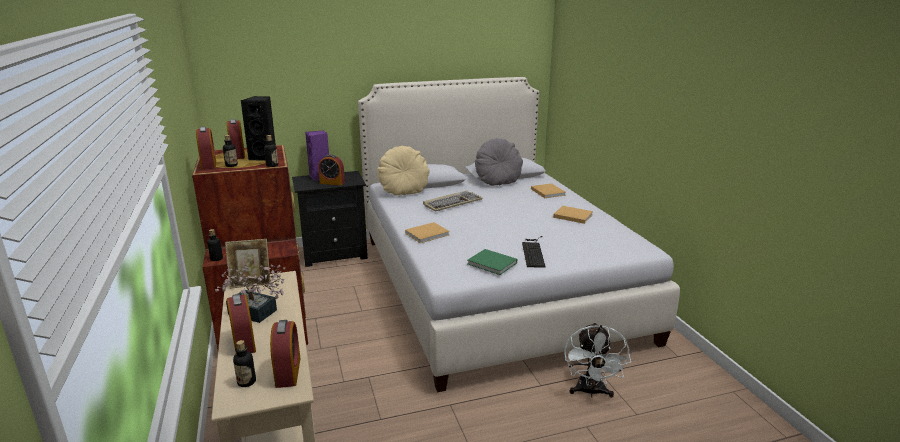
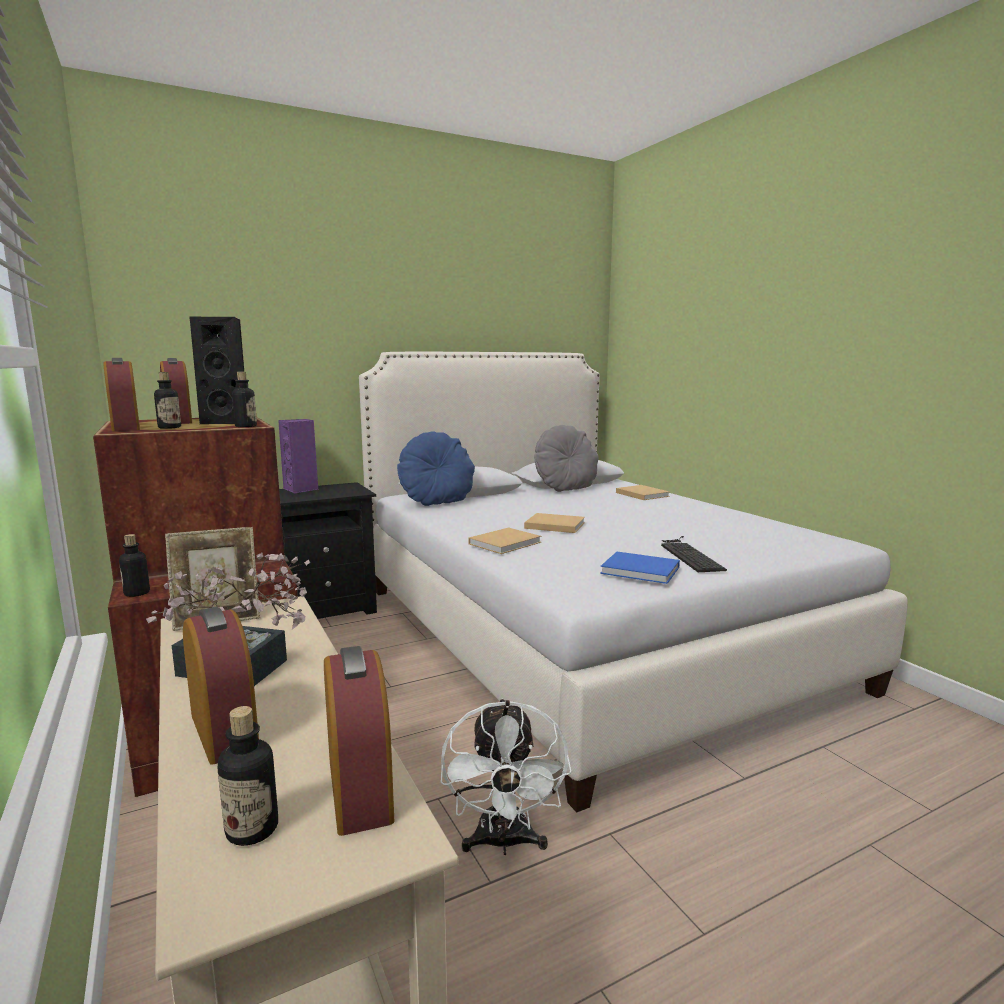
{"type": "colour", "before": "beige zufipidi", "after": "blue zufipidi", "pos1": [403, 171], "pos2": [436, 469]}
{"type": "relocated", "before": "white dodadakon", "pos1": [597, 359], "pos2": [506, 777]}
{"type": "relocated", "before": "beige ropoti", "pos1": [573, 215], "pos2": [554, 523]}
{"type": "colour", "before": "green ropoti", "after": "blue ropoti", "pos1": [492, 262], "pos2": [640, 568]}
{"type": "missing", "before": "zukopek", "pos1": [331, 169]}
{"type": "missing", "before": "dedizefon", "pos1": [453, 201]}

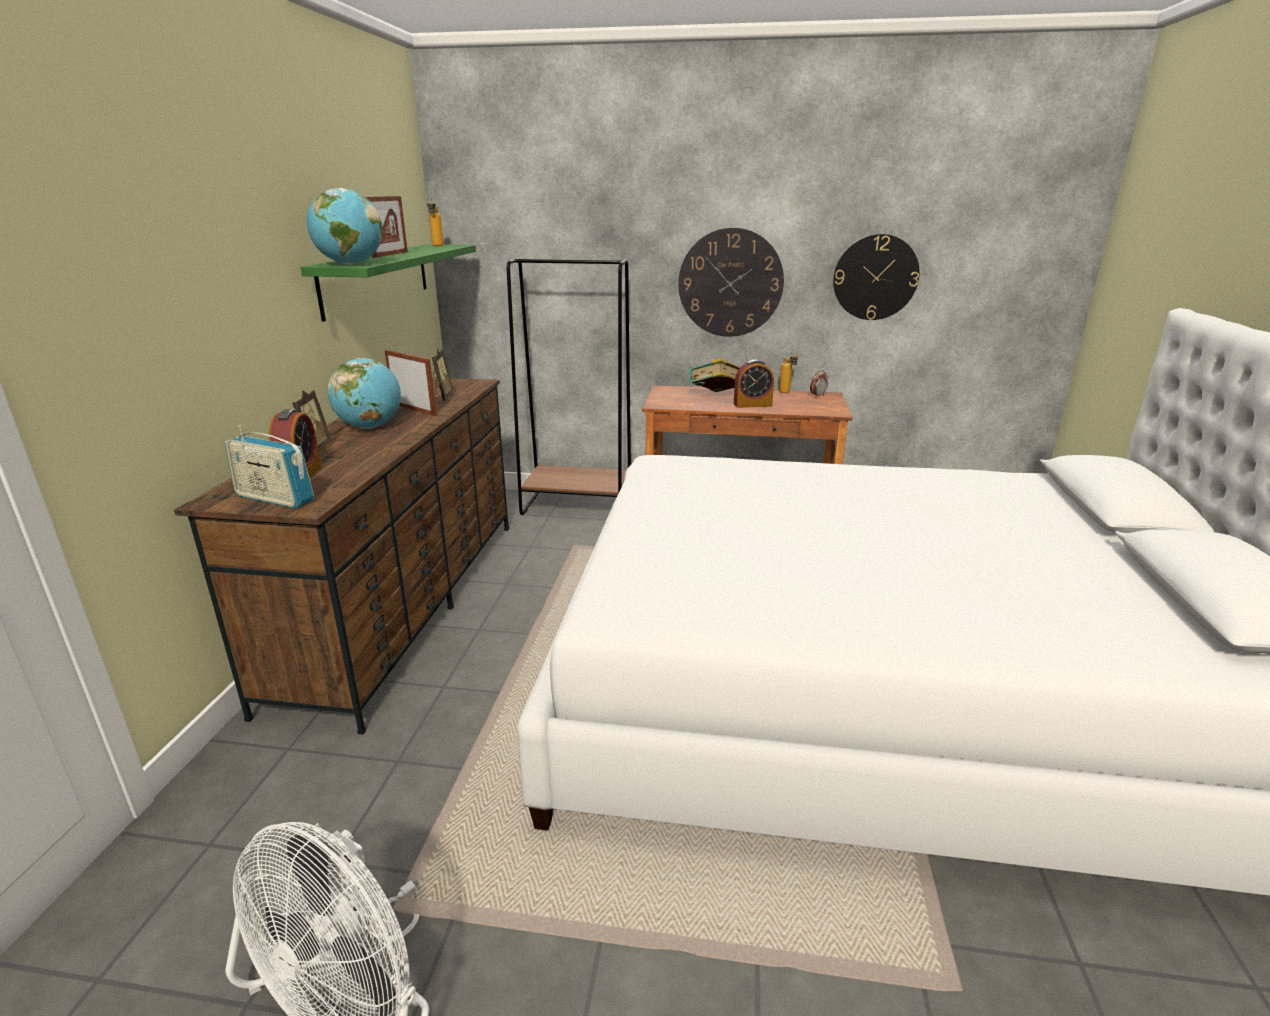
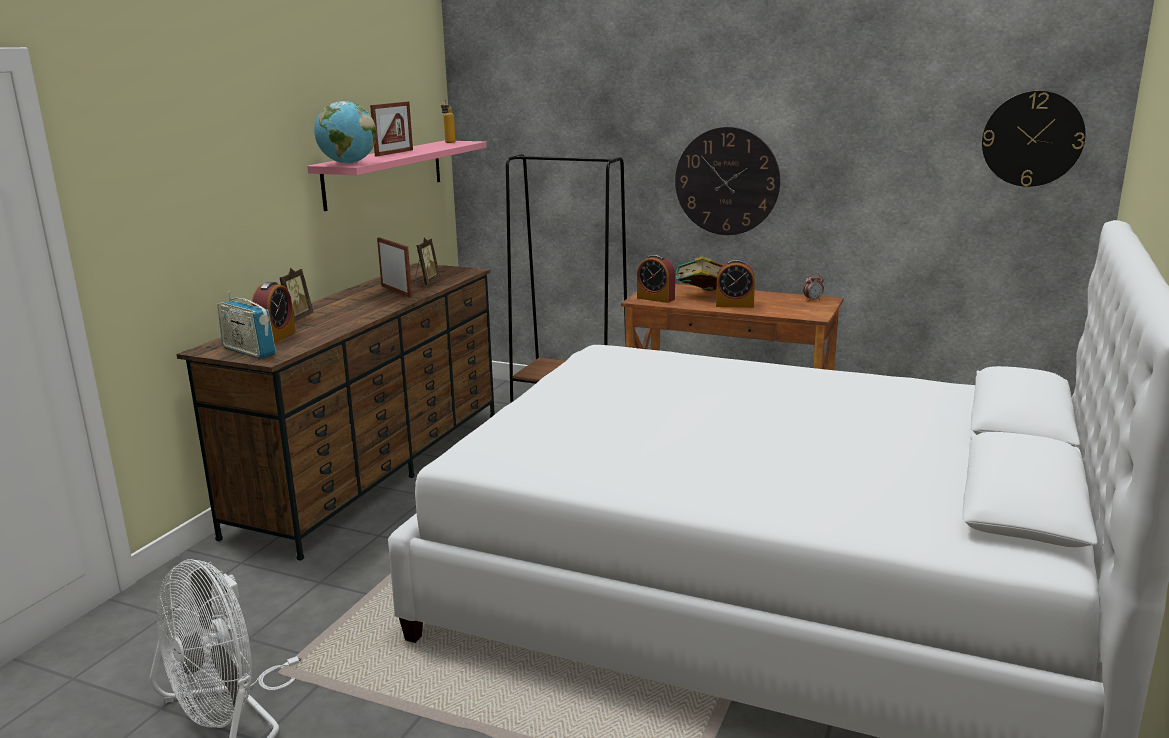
{"type": "colour", "before": "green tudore", "after": "pink tudore", "pos1": [388, 283], "pos2": [397, 175]}
{"type": "appeared", "after": "zukopek", "pos2": [656, 278]}
{"type": "relocated", "before": "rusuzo", "pos1": [876, 277], "pos2": [1034, 139]}
{"type": "missing", "before": "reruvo", "pos1": [364, 393]}
{"type": "missing", "before": "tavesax", "pos1": [788, 372]}

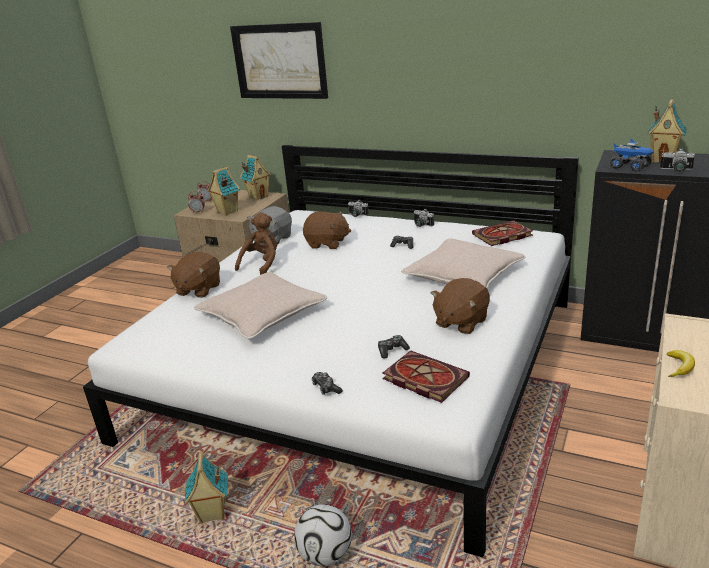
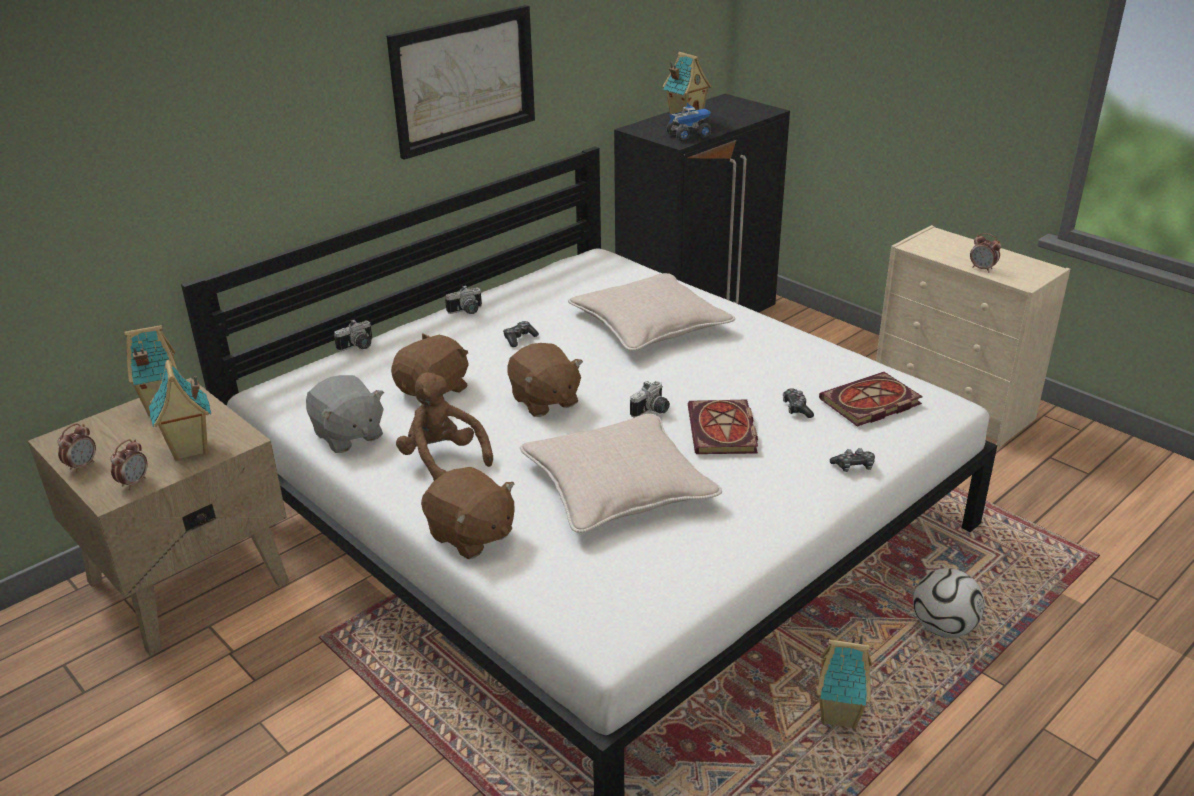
{"type": "relocated", "before": "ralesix", "pos1": [279, 60], "pos2": [461, 82]}
{"type": "relocated", "before": "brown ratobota", "pos1": [460, 306], "pos2": [545, 380]}
{"type": "relocated", "before": "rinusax", "pos1": [677, 160], "pos2": [650, 399]}
{"type": "relocated", "before": "ropoti", "pos1": [502, 233], "pos2": [723, 426]}
{"type": "exchanged", "before": "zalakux", "after": "zukopek", "pos1": [681, 363], "pos2": [985, 253]}

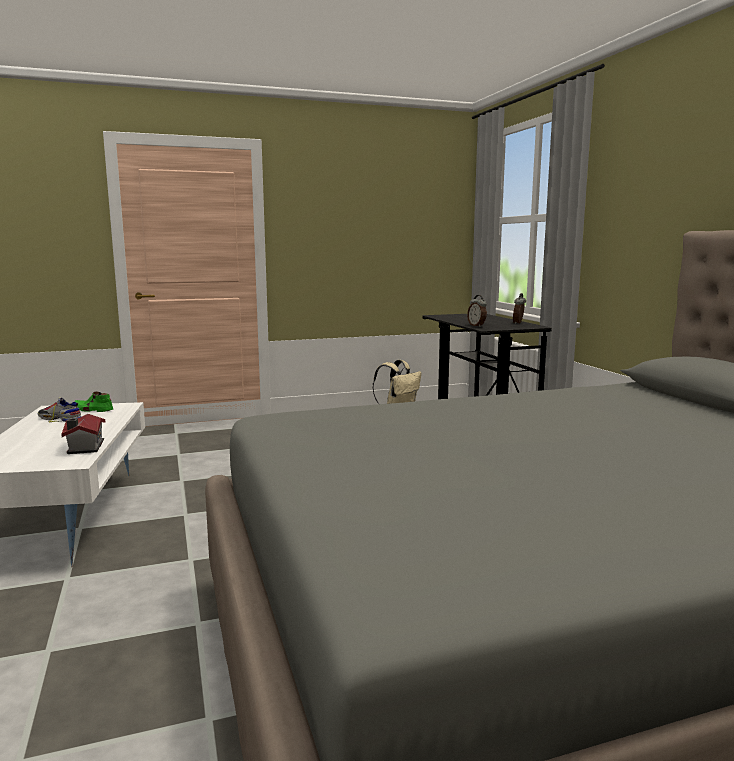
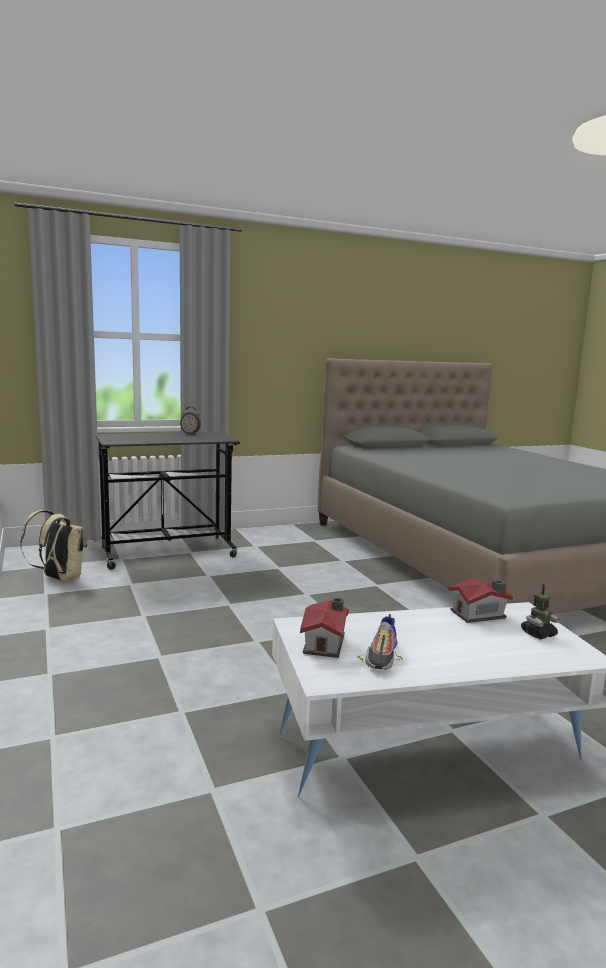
{"type": "exchanged", "before": "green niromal", "after": "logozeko", "pos1": [93, 401], "pos2": [324, 628]}
{"type": "appeared", "after": "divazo", "pos2": [540, 611]}
{"type": "missing", "before": "zukopek", "pos1": [477, 311]}

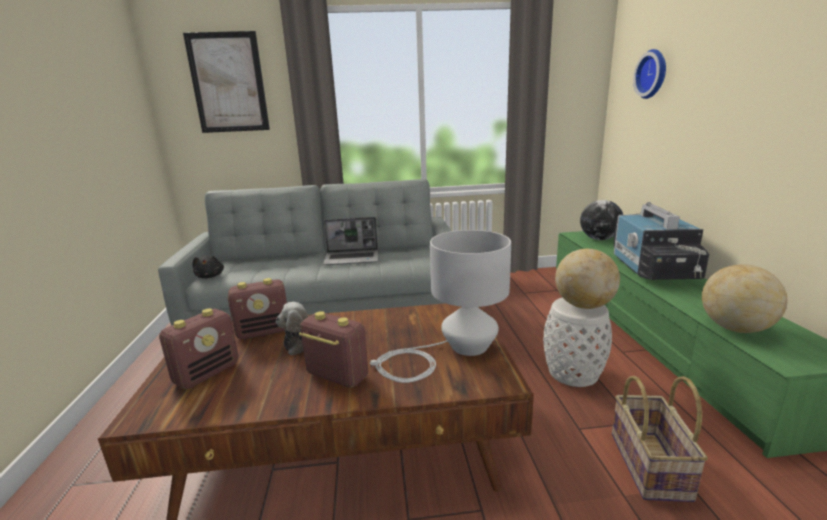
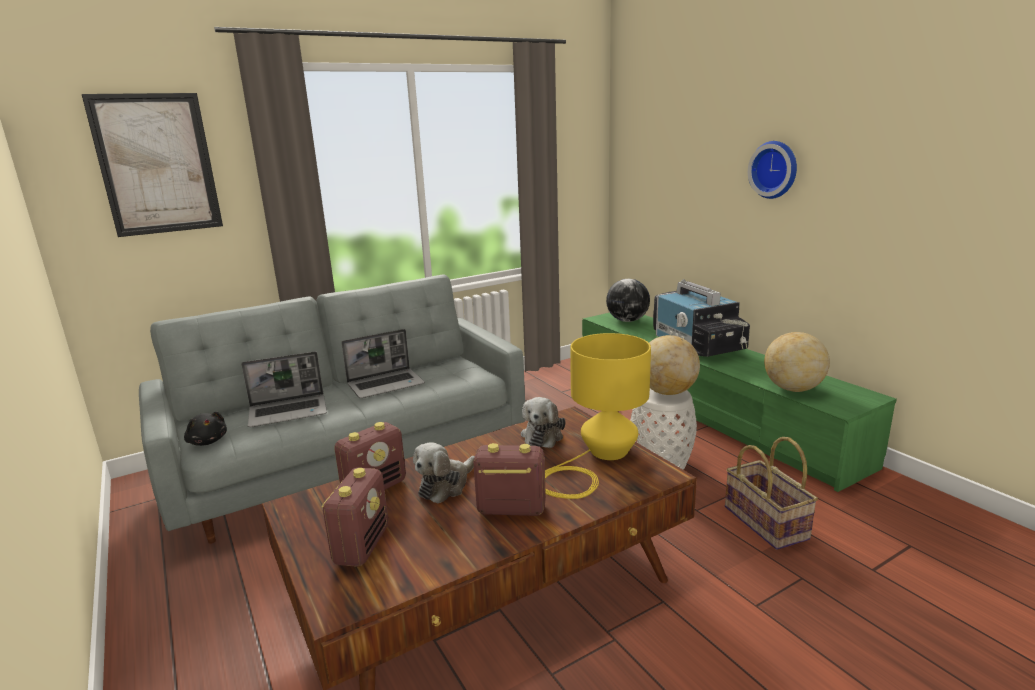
{"type": "appeared", "after": "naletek", "pos2": [284, 389]}
{"type": "appeared", "after": "ratobota", "pos2": [543, 422]}
{"type": "colour", "before": "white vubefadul", "after": "yellow vubefadul", "pos1": [440, 306], "pos2": [598, 416]}
{"type": "relocated", "before": "rusuzo", "pos1": [649, 74], "pos2": [772, 170]}

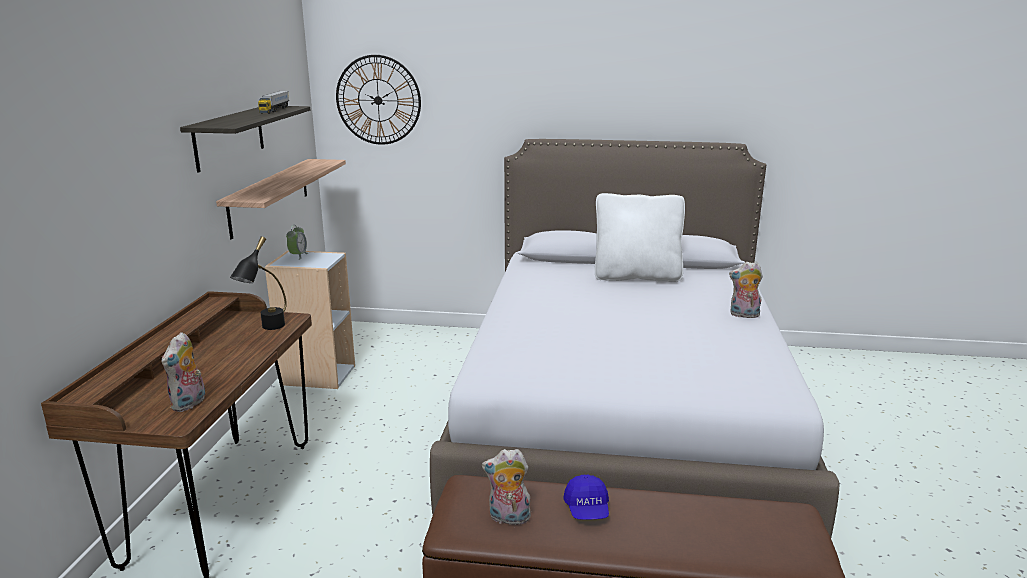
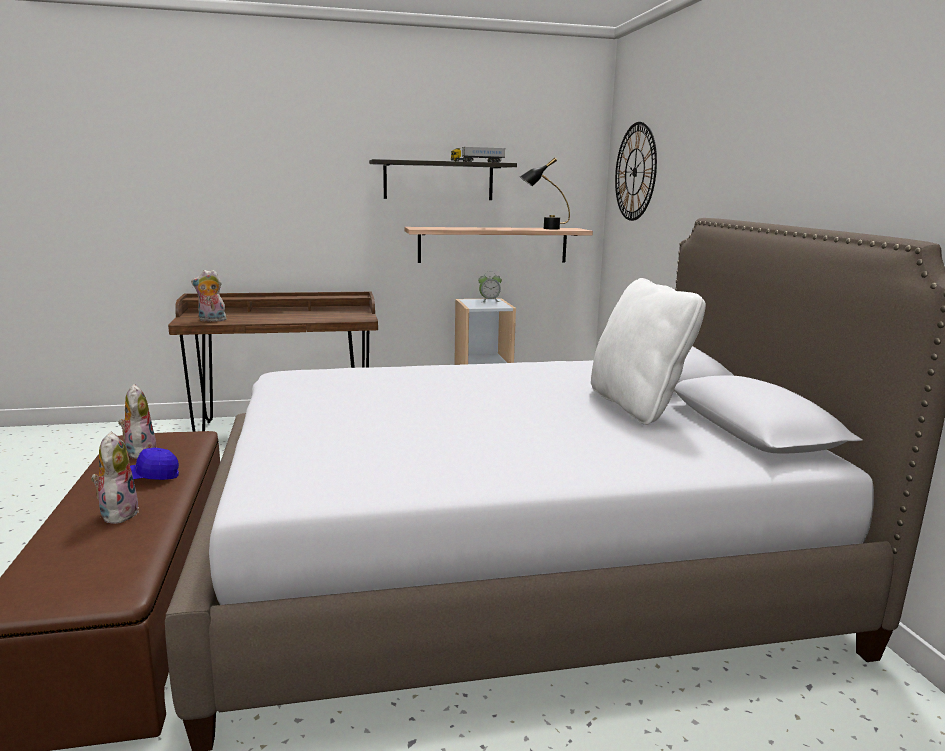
{"type": "relocated", "before": "ratobota", "pos1": [746, 290], "pos2": [115, 478]}
{"type": "relocated", "before": "black vubefadul", "pos1": [258, 283], "pos2": [545, 193]}

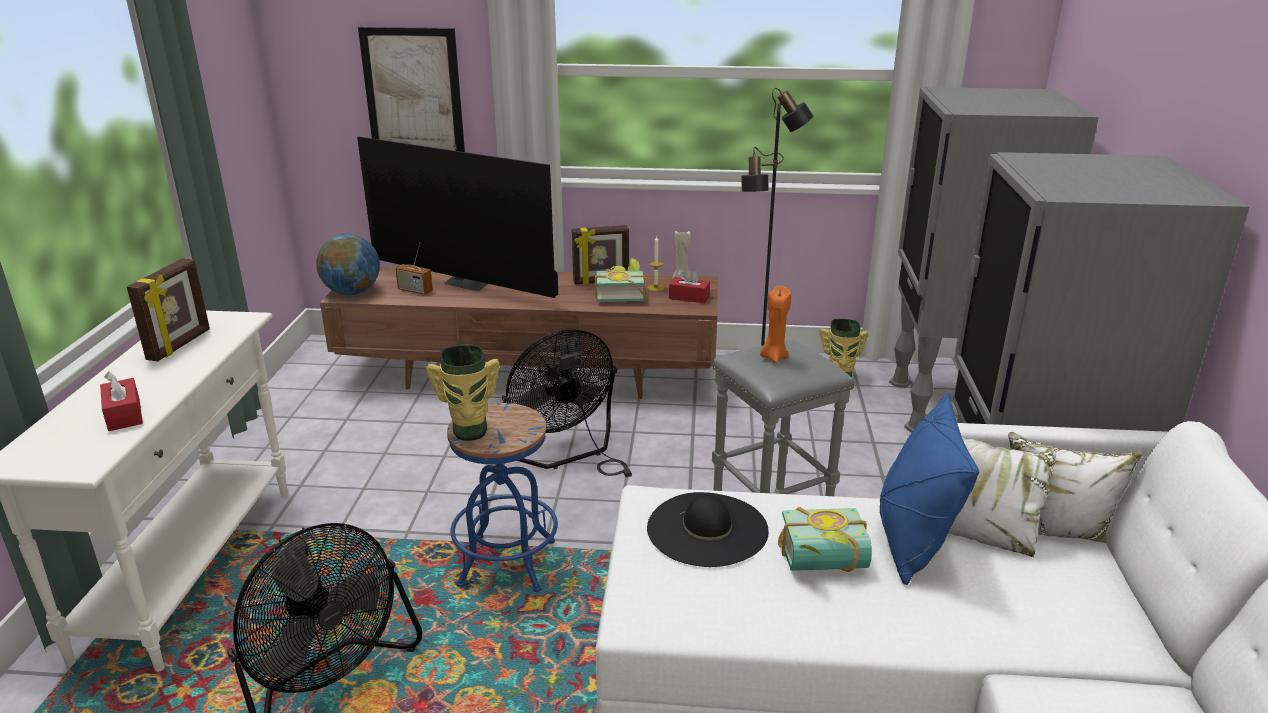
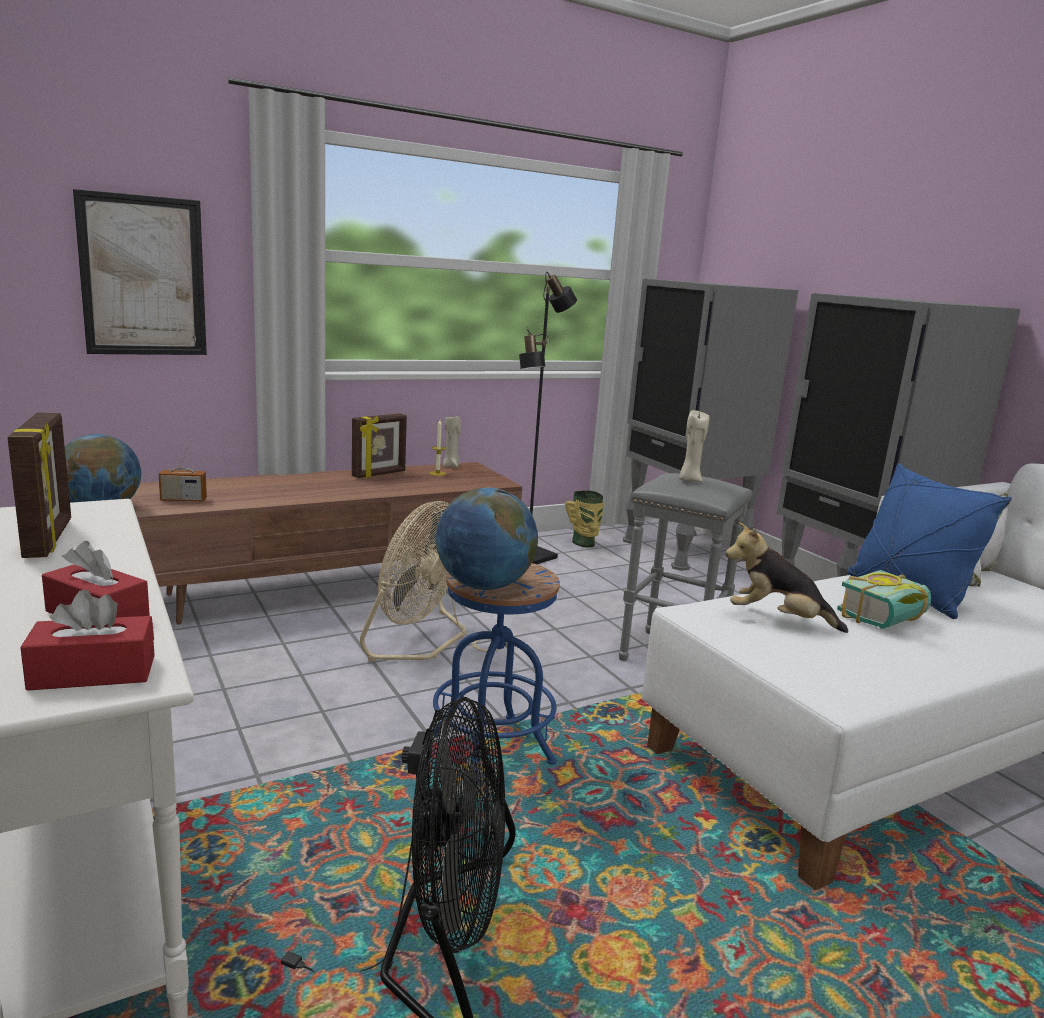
{"type": "relocated", "before": "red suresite", "pos1": [689, 285], "pos2": [87, 640]}
{"type": "colour", "before": "black dodadakon", "after": "beige dodadakon", "pos1": [567, 403], "pos2": [433, 581]}
{"type": "exchanged", "before": "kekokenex", "after": "reruvo", "pos1": [463, 392], "pos2": [487, 539]}
{"type": "colour", "before": "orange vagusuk", "after": "beige vagusuk", "pos1": [775, 324], "pos2": [694, 446]}
{"type": "exchanged", "before": "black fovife", "after": "ratobota", "pos1": [708, 529], "pos2": [786, 577]}
{"type": "missing", "before": "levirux", "pos1": [457, 217]}
{"type": "missing", "before": "ropoti", "pos1": [620, 280]}

